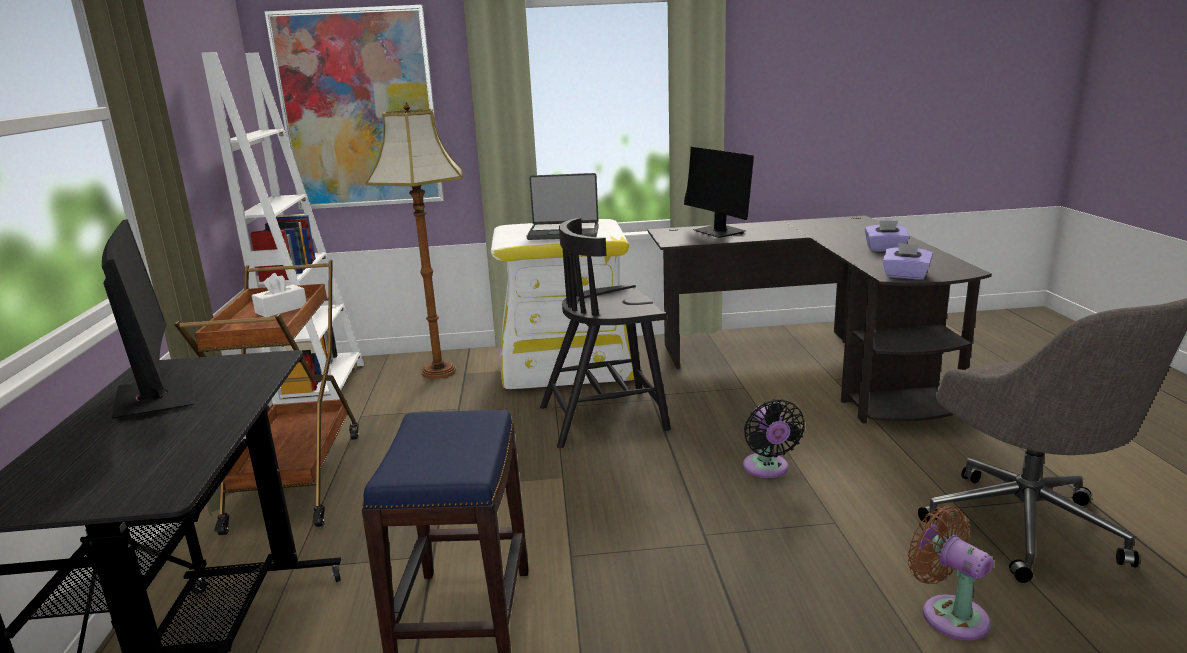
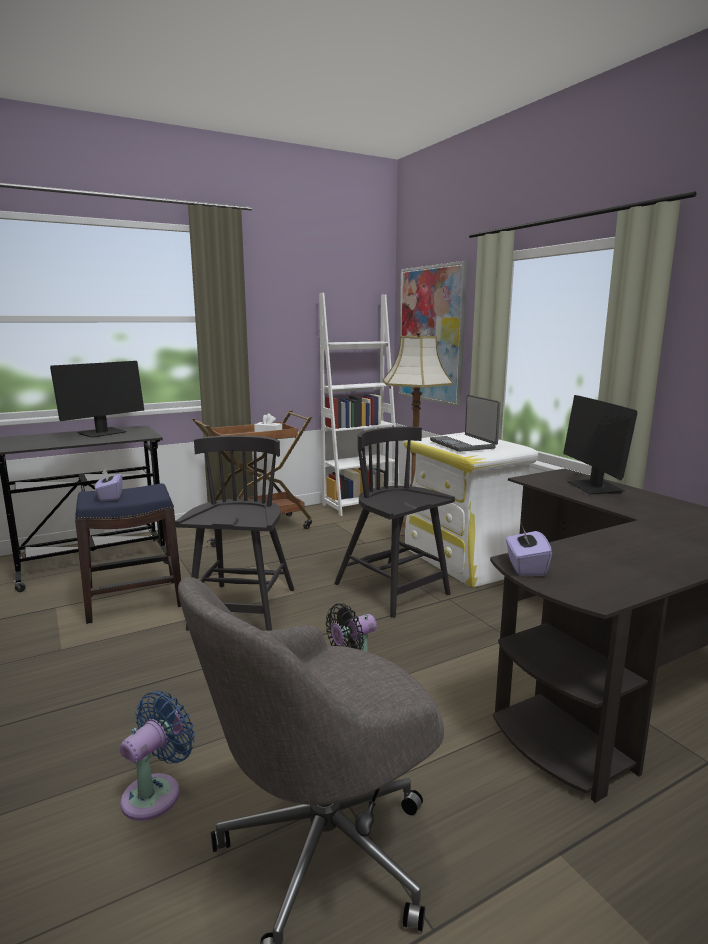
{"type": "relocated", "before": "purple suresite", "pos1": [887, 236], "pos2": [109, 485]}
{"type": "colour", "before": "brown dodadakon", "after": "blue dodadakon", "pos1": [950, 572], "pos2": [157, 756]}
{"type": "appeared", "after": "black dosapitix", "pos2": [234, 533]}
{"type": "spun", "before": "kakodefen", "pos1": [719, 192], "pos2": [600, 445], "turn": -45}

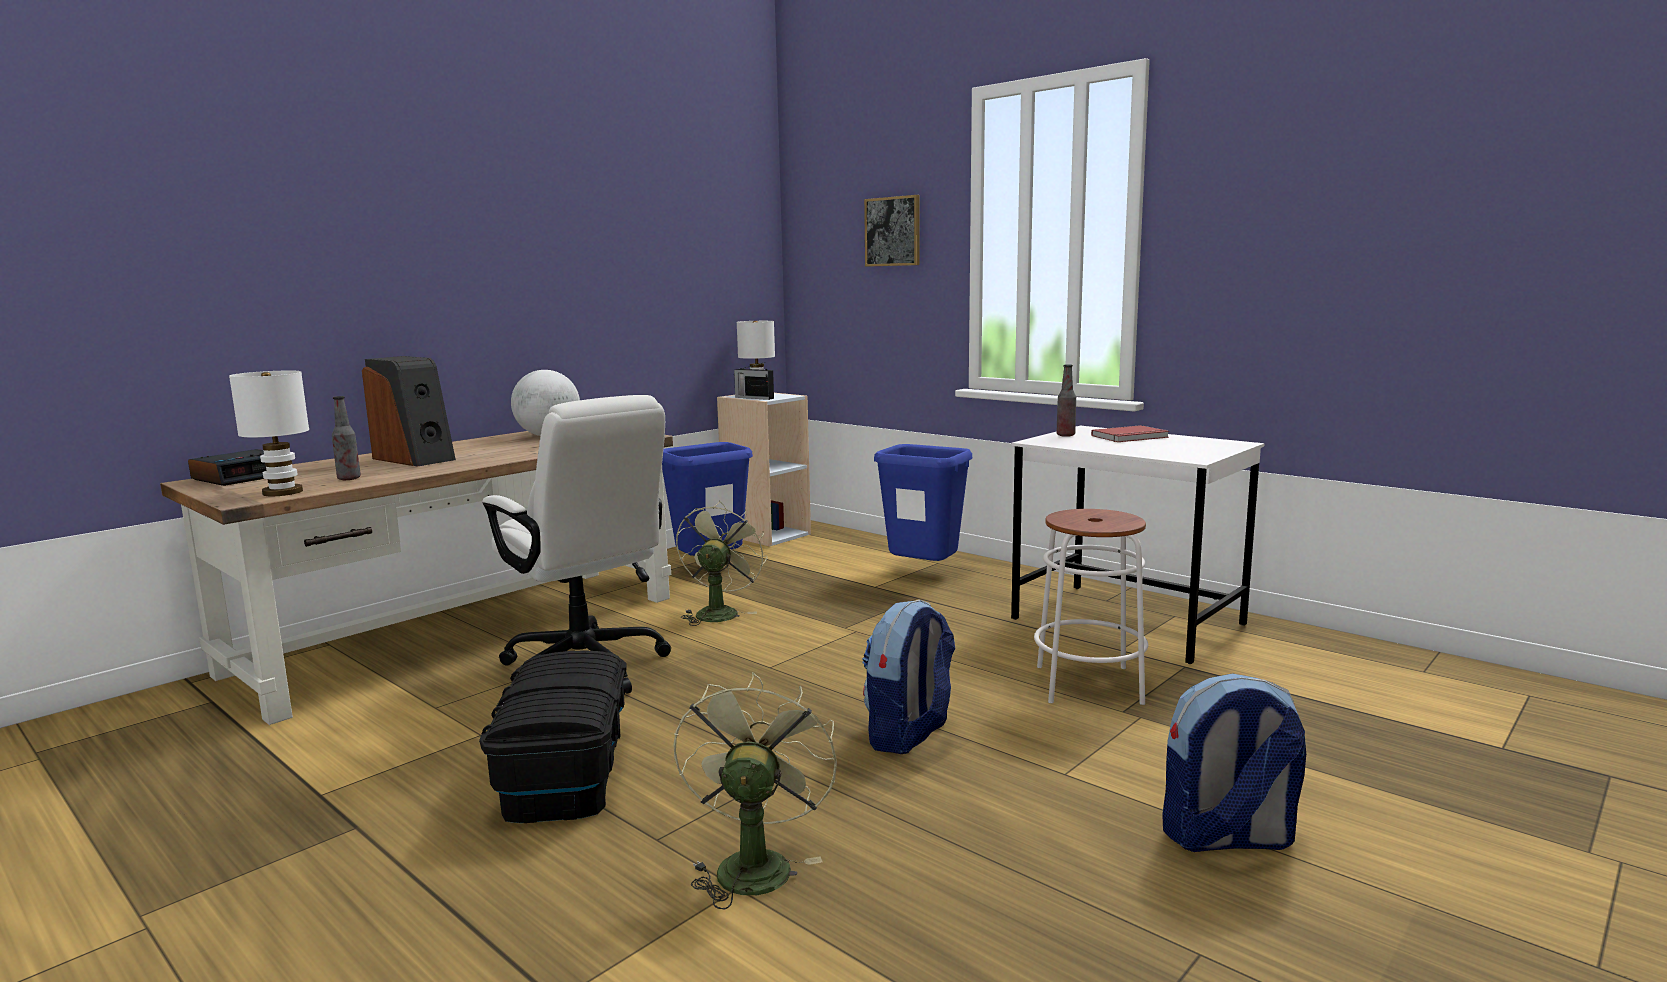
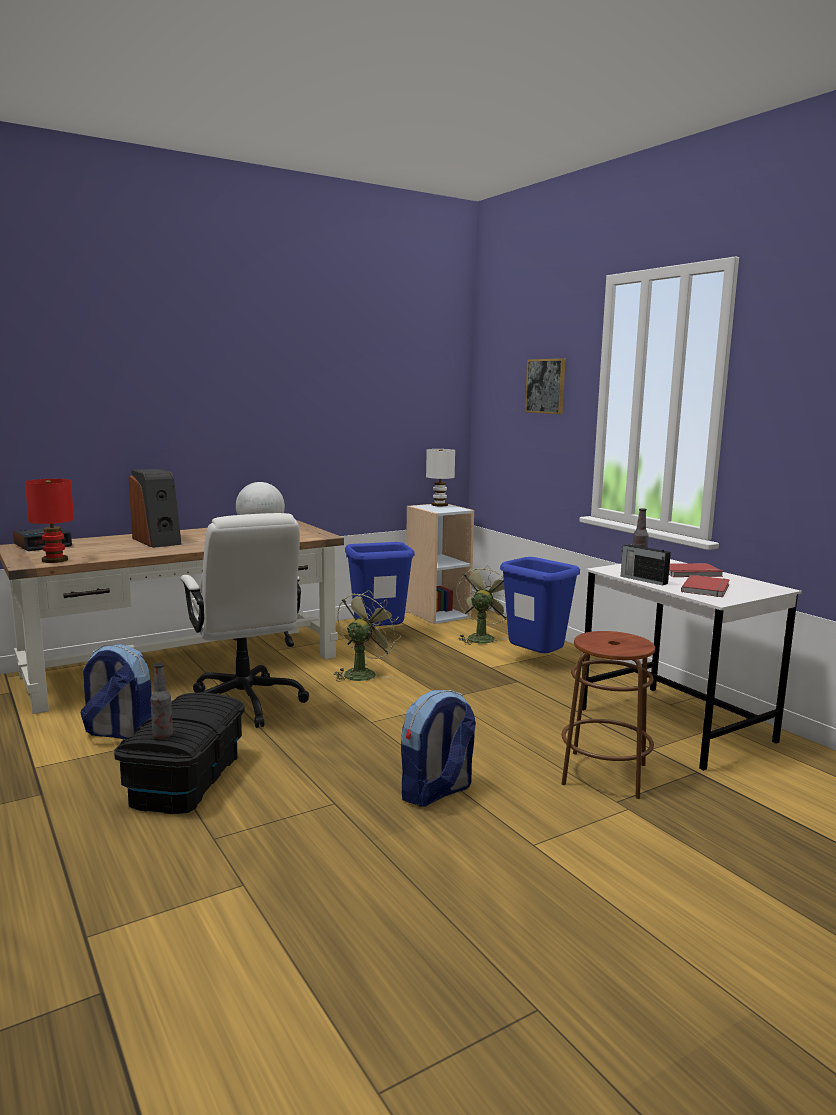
{"type": "colour", "before": "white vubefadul", "after": "red vubefadul", "pos1": [269, 433], "pos2": [49, 521]}
{"type": "relocated", "before": "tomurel", "pos1": [1234, 762], "pos2": [116, 691]}
{"type": "relocated", "before": "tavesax", "pos1": [346, 438], "pos2": [161, 701]}
{"type": "relocated", "before": "green dodadakon", "pos1": [755, 790], "pos2": [481, 605]}
{"type": "colour", "before": "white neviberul", "after": "brown neviberul", "pos1": [1091, 607], "pos2": [608, 715]}
{"type": "relocated", "before": "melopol", "pos1": [754, 381], "pos2": [646, 564]}
{"type": "appeared", "after": "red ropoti", "pos2": [705, 586]}

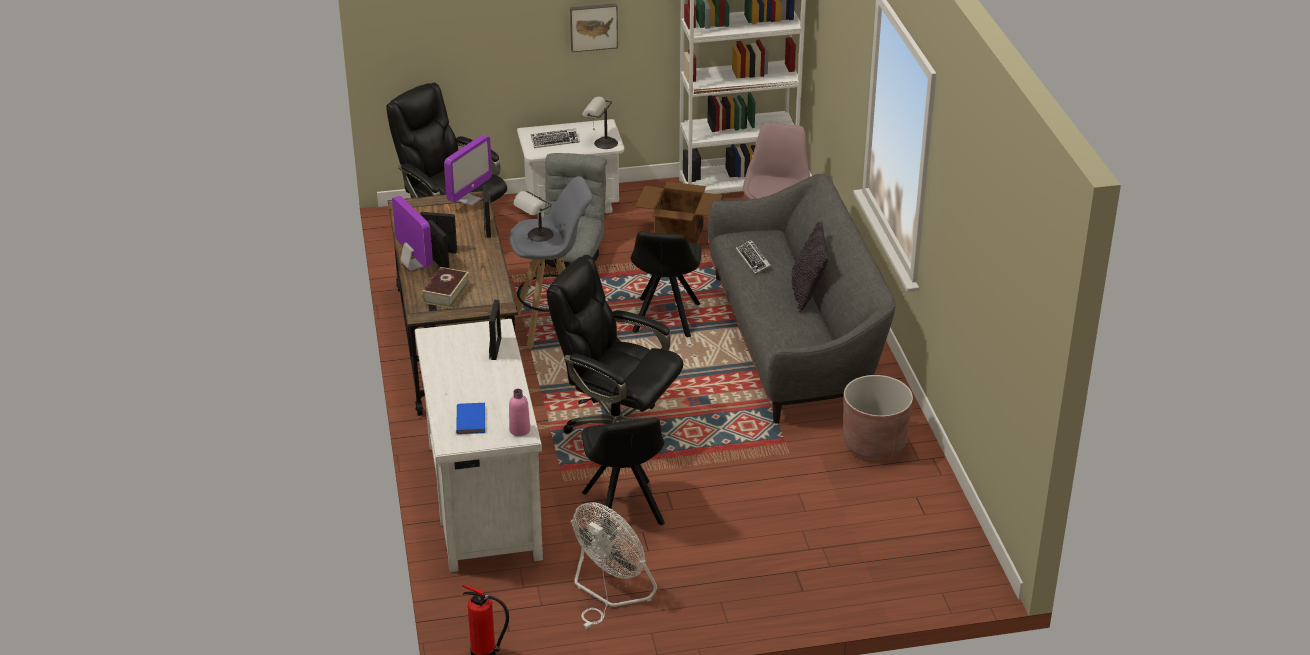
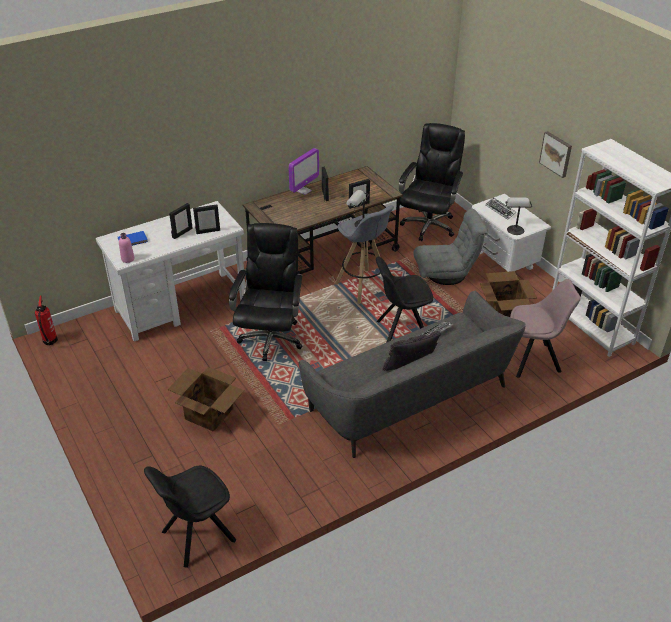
{"type": "relocated", "before": "black dosapitix", "pos1": [623, 471], "pos2": [190, 517]}
{"type": "appeared", "after": "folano", "pos2": [206, 399]}
{"type": "relocated", "before": "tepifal", "pos1": [438, 243], "pos2": [181, 221]}
{"type": "missing", "before": "ropoti", "pos1": [445, 287]}
{"type": "missing", "before": "kakodefen", "pos1": [468, 170]}
{"type": "missing", "before": "white dodadakon", "pos1": [613, 565]}
{"type": "missing", "before": "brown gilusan", "pos1": [878, 417]}

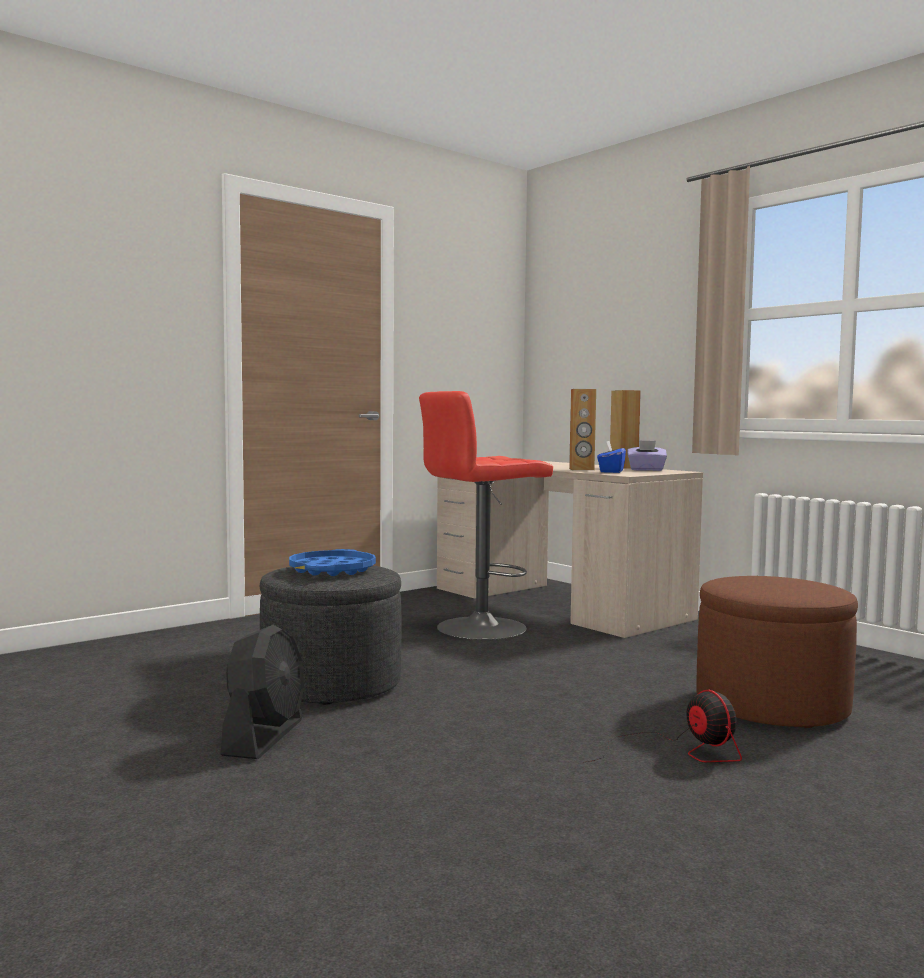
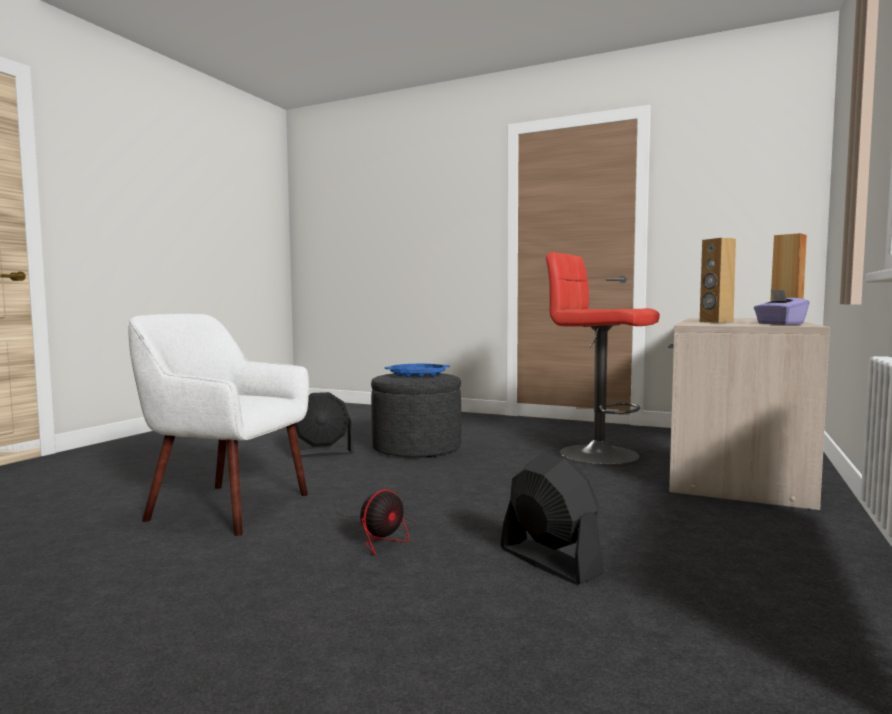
{"type": "appeared", "after": "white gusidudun", "pos2": [218, 425]}
{"type": "exchanged", "before": "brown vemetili", "after": "black dodadakon", "pos1": [777, 652], "pos2": [552, 519]}
{"type": "missing", "before": "blue suresite", "pos1": [611, 457]}

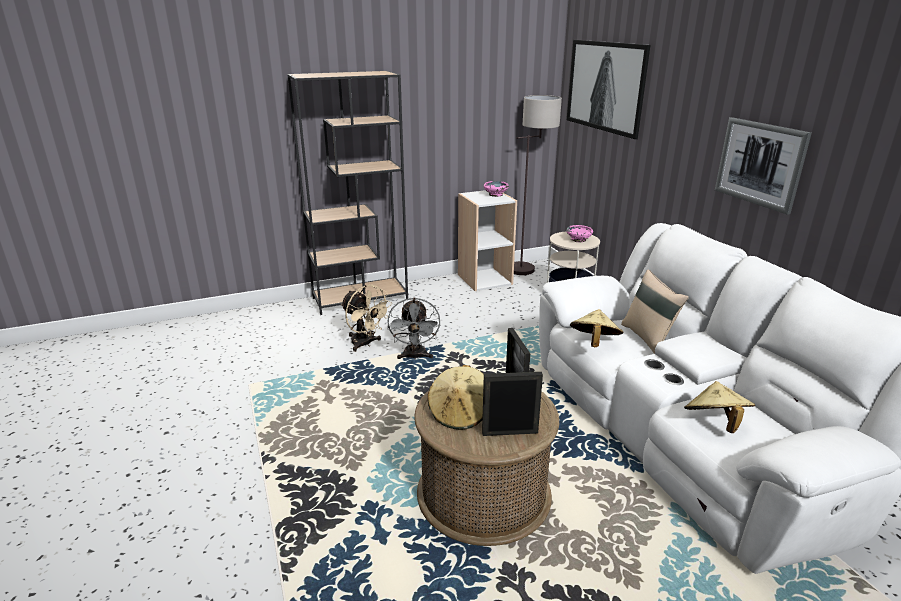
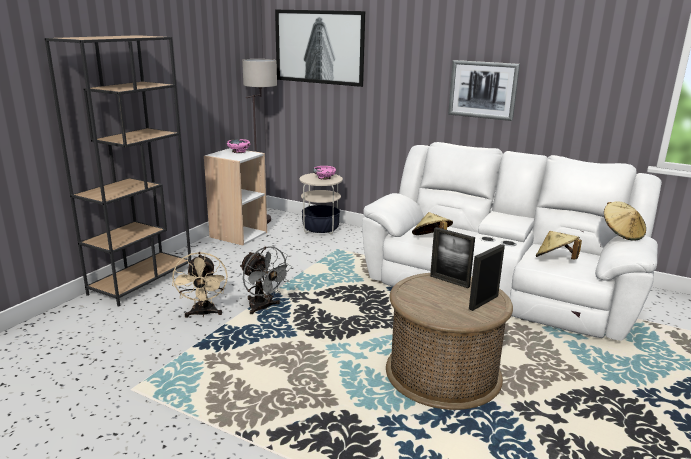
{"type": "spun", "before": "beige dodadakon", "pos1": [366, 318], "pos2": [200, 285], "turn": 75}
{"type": "relocated", "before": "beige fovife", "pos1": [456, 397], "pos2": [625, 221]}
{"type": "missing", "before": "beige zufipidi", "pos1": [655, 311]}

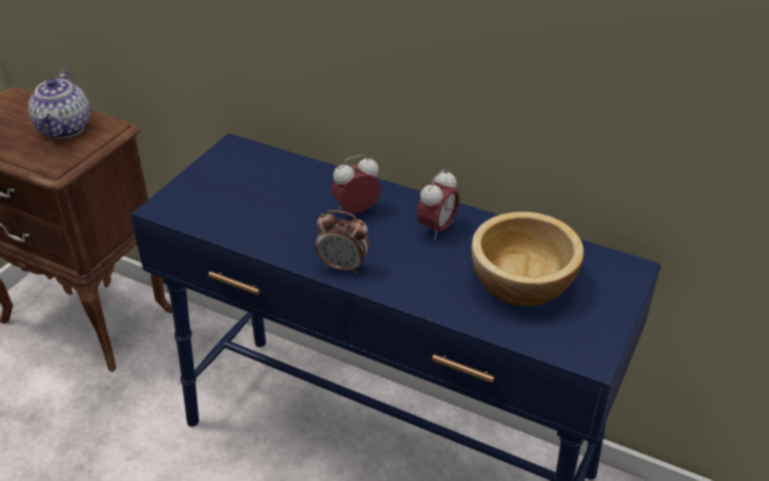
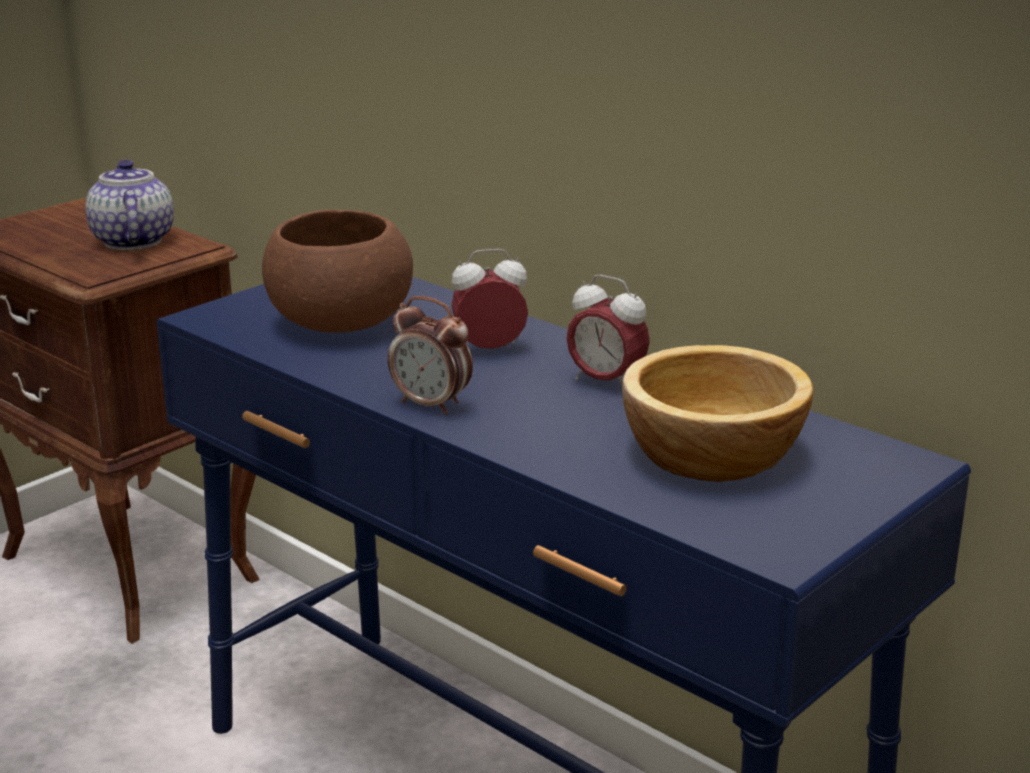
{"type": "spun", "before": "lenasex", "pos1": [59, 104], "pos2": [129, 204], "turn": 150}
{"type": "appeared", "after": "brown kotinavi", "pos2": [337, 271]}
{"type": "spun", "before": "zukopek", "pos1": [438, 204], "pos2": [608, 331], "turn": 75}

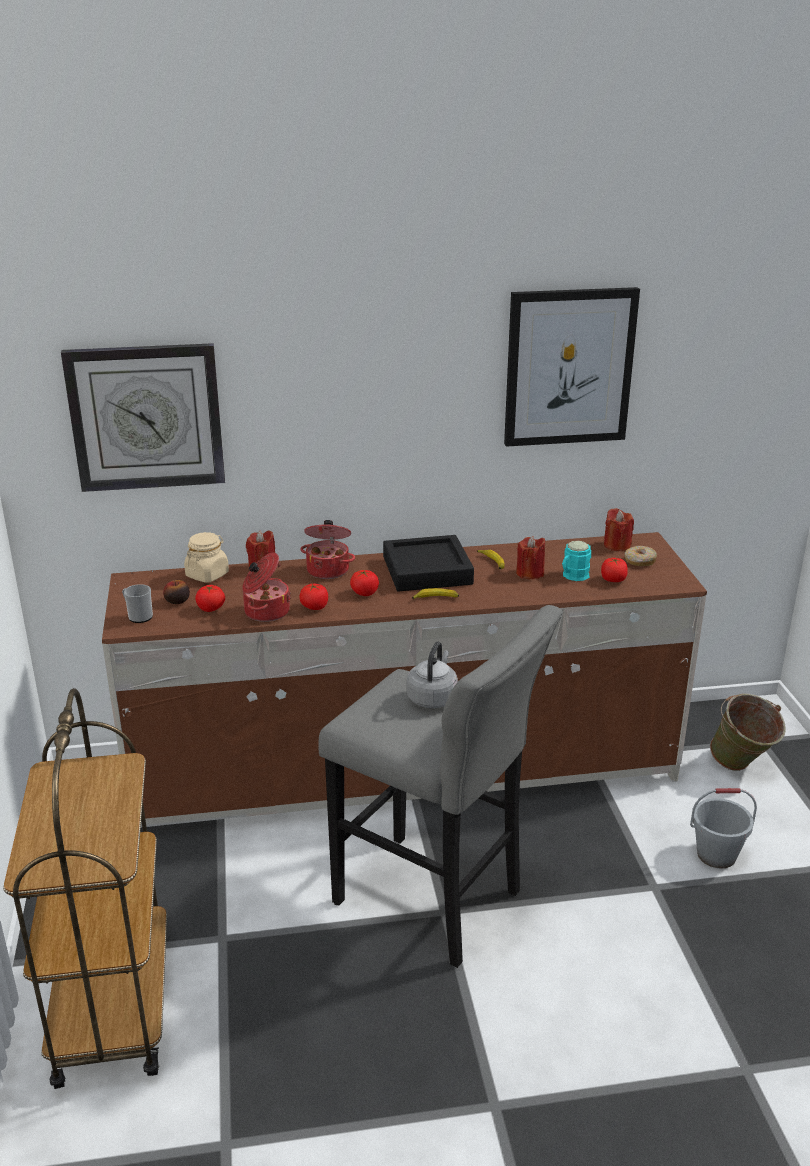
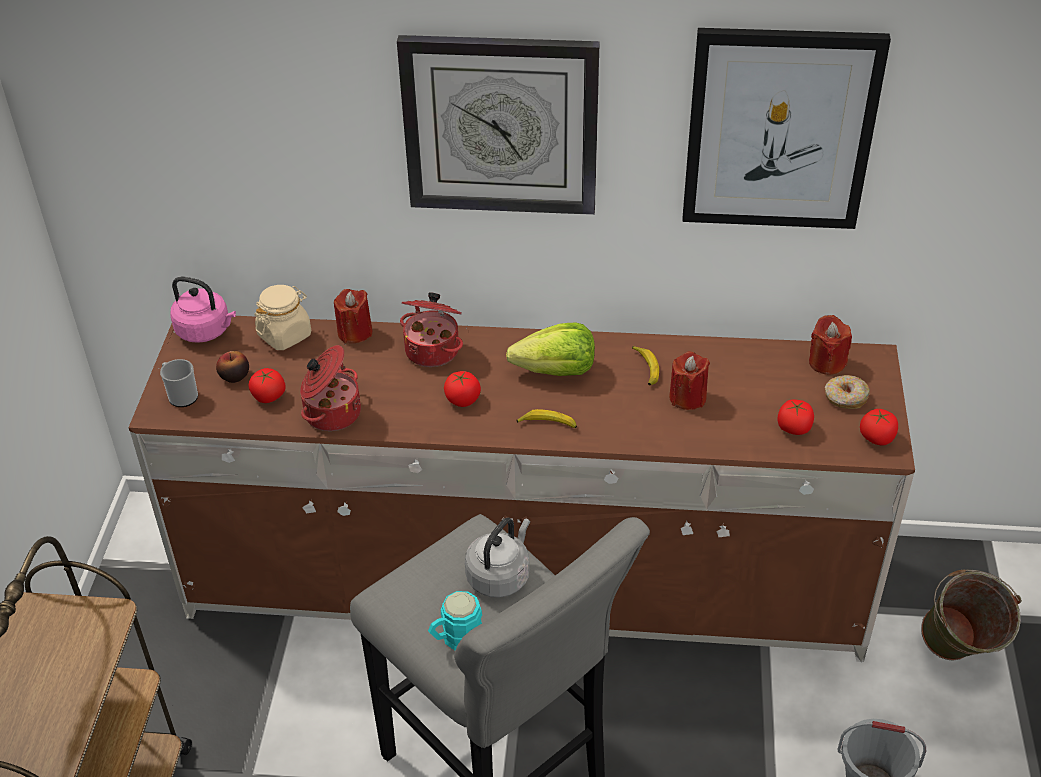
{"type": "appeared", "after": "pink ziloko", "pos2": [203, 309]}
{"type": "relocated", "before": "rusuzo", "pos1": [143, 417], "pos2": [498, 125]}
{"type": "relocated", "before": "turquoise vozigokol", "pos1": [576, 561], "pos2": [455, 621]}
{"type": "exchanged", "before": "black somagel", "after": "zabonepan", "pos1": [428, 563], "pos2": [550, 349]}
{"type": "relocated", "before": "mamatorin", "pos1": [313, 597], "pos2": [879, 427]}

